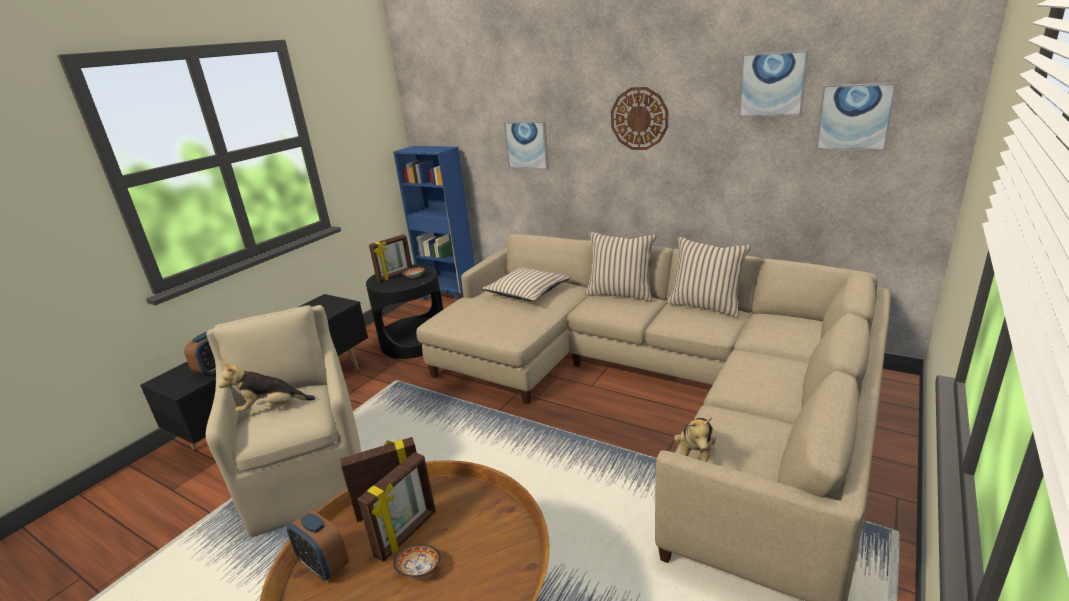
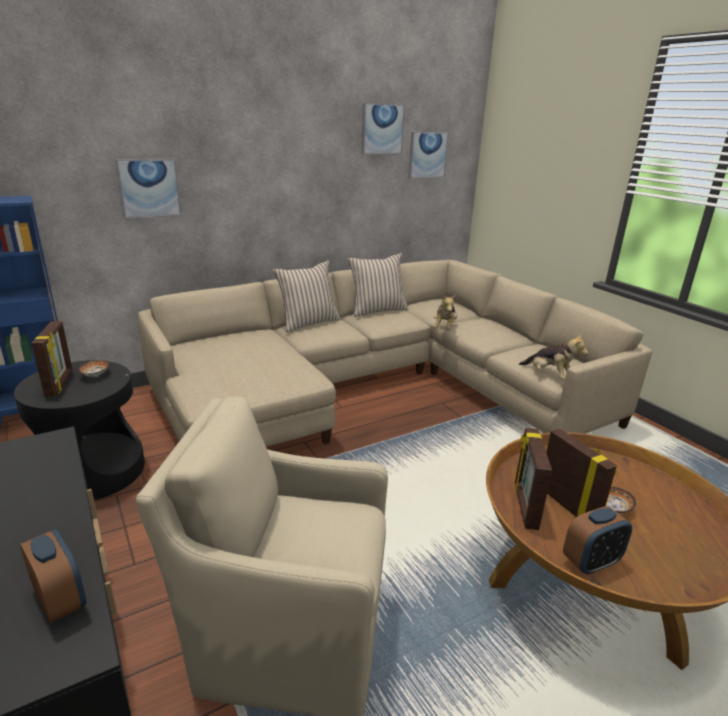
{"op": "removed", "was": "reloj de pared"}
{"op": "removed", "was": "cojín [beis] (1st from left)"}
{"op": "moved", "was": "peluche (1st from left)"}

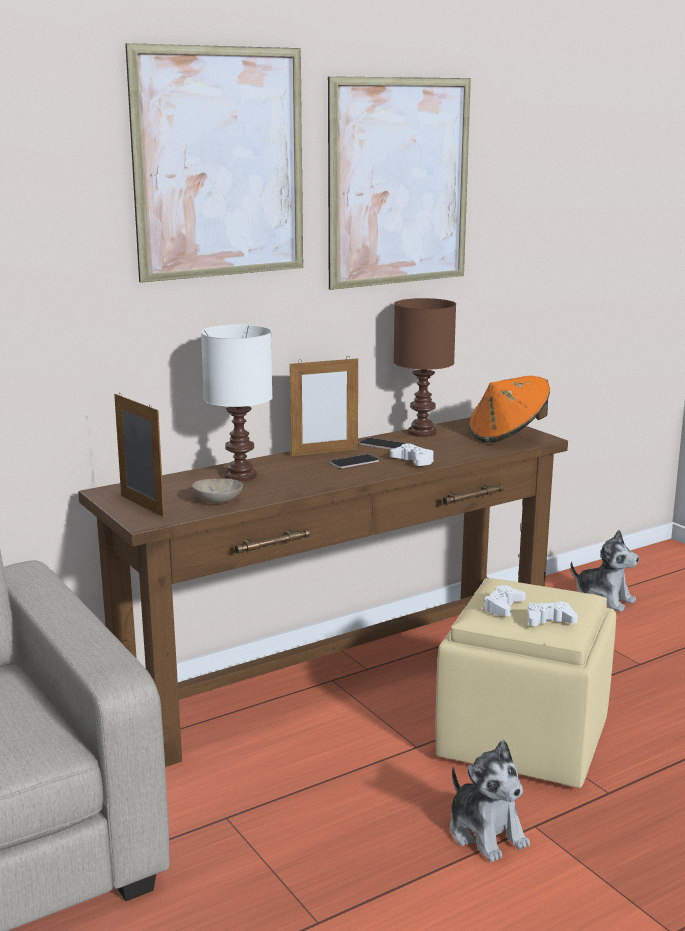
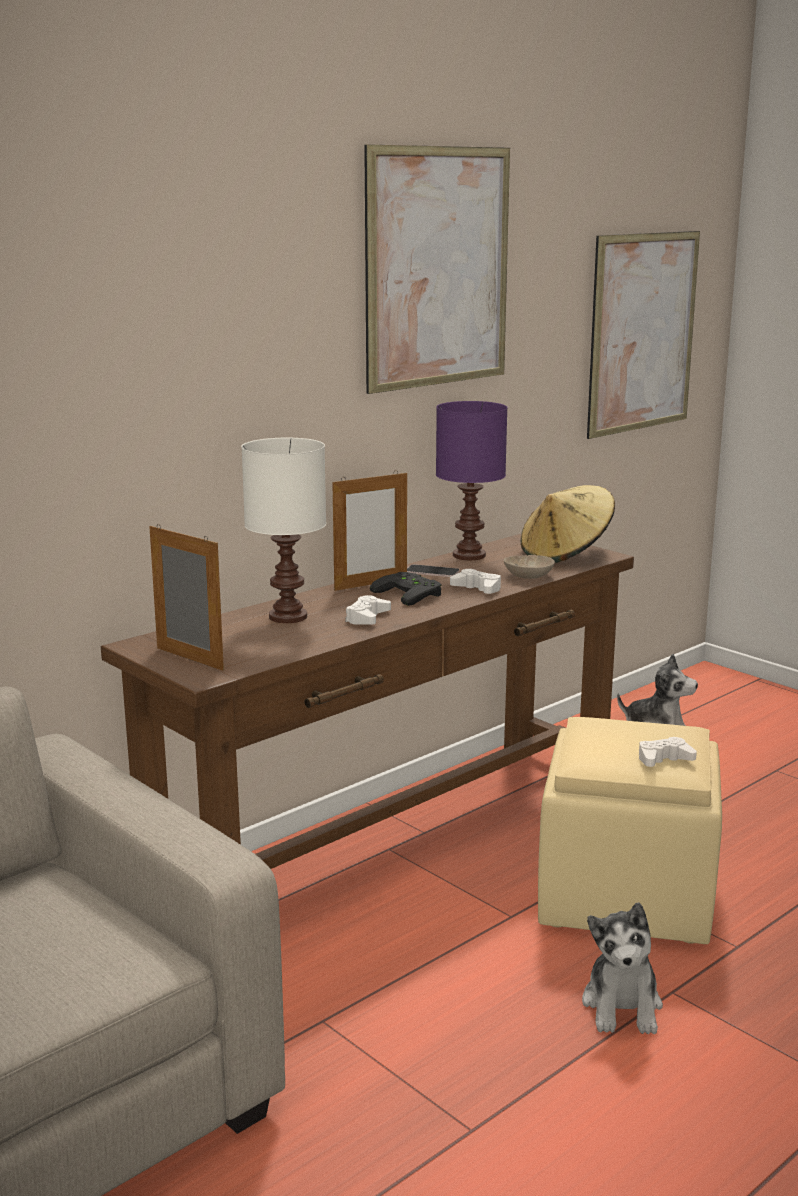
{"op": "moved", "was": "cuadro (1st from left in the first image)", "now": "cuadro (2nd from left)"}
{"op": "recoloured", "was": "lámpara de mesa [marrón]", "now": "lámpara de mesa [morado]"}
{"op": "recoloured", "was": "sombrero [naranja]", "now": "sombrero [beis]"}
{"op": "replaced", "was": "móvil (1st from left)", "now": "mando de consola [negro]"}
{"op": "moved", "was": "cuenco [beis]"}
{"op": "moved", "was": "mando de consola [blanco] (2nd from left in the first image)", "now": "mando de consola [blanco] (1st from left)"}
{"op": "turned", "was": "peluche (1st from left)", "clockwise": 45}

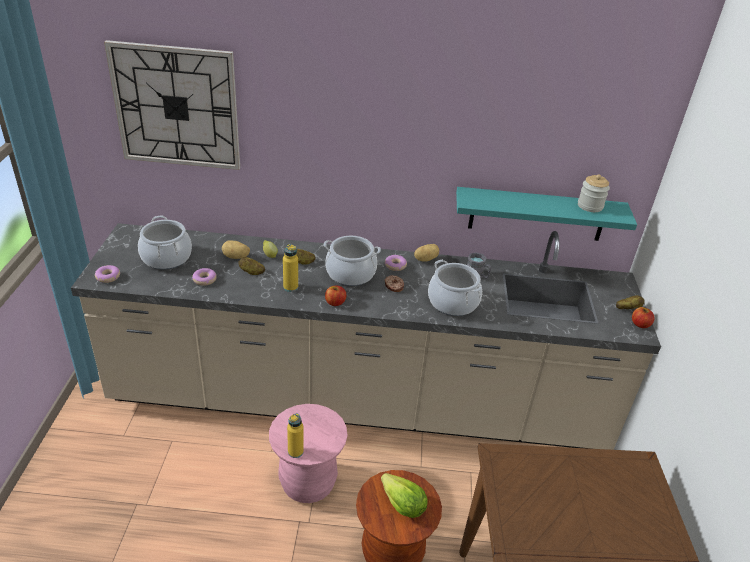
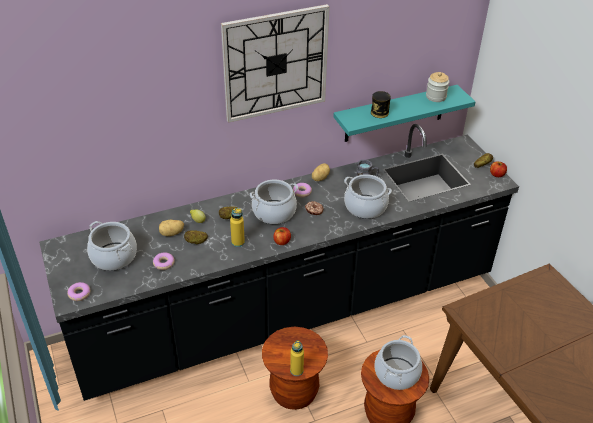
{"op": "moved", "was": "reloj de pared"}
{"op": "recoloured", "was": "mueble bajo de cocina [beis]", "now": "mueble bajo de cocina [negro]"}
{"op": "recoloured", "was": "taburete [rosa]", "now": "taburete [marrón] (1st from left)"}
{"op": "replaced", "was": "lechuga", "now": "olla (4th from left)"}
{"op": "added", "now": "lata"}

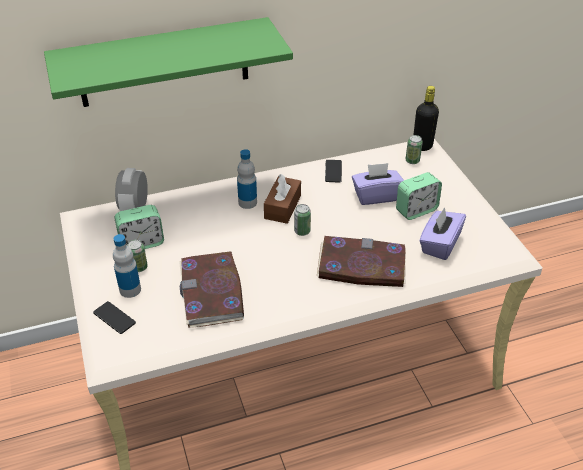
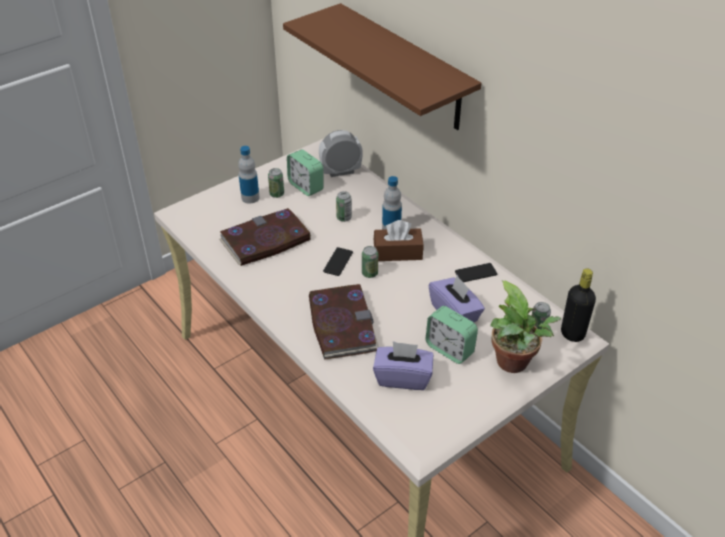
{"op": "recoloured", "was": "estante [verde]", "now": "estante [marrón]"}
{"op": "moved", "was": "móvil (1st from left)"}
{"op": "added", "now": "lata (2nd from left)"}
{"op": "added", "now": "planta en maceta"}

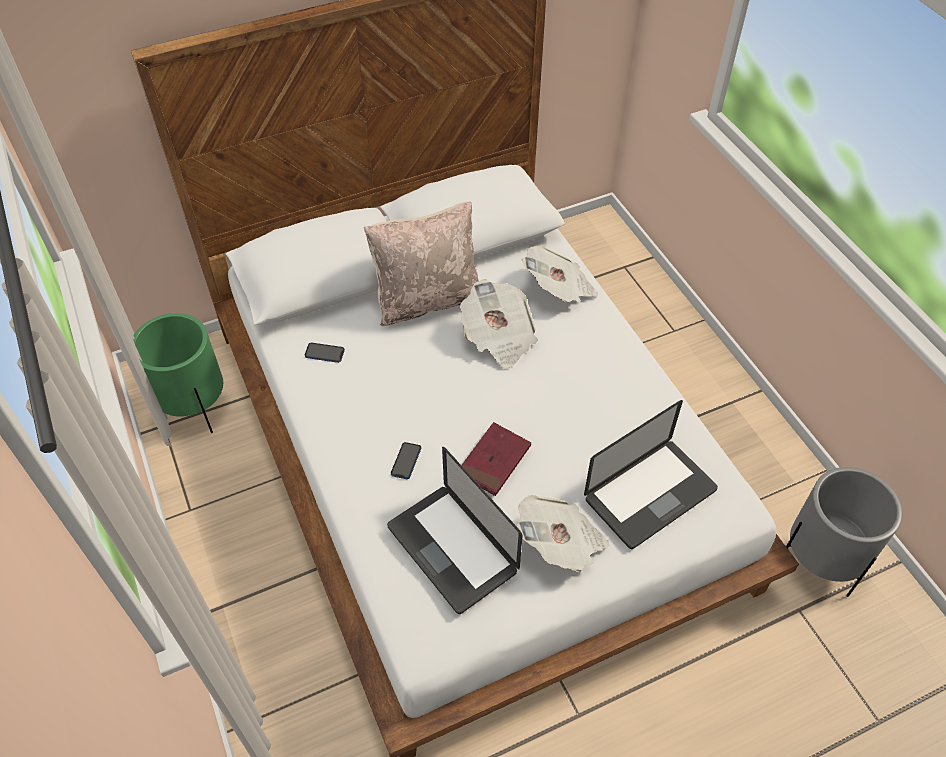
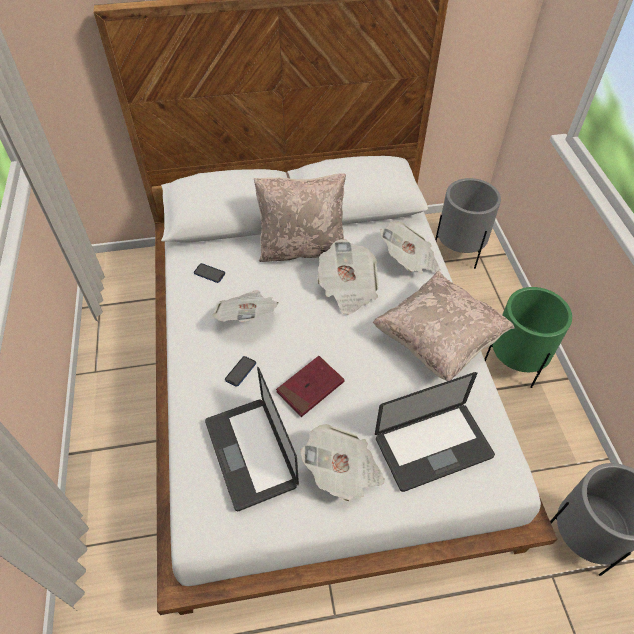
{"op": "moved", "was": "maceta [verde]"}
{"op": "added", "now": "maceta [gris] (1st from left)"}
{"op": "added", "now": "cojín [beis] (2nd from left)"}
{"op": "added", "now": "periódico (1st from left)"}

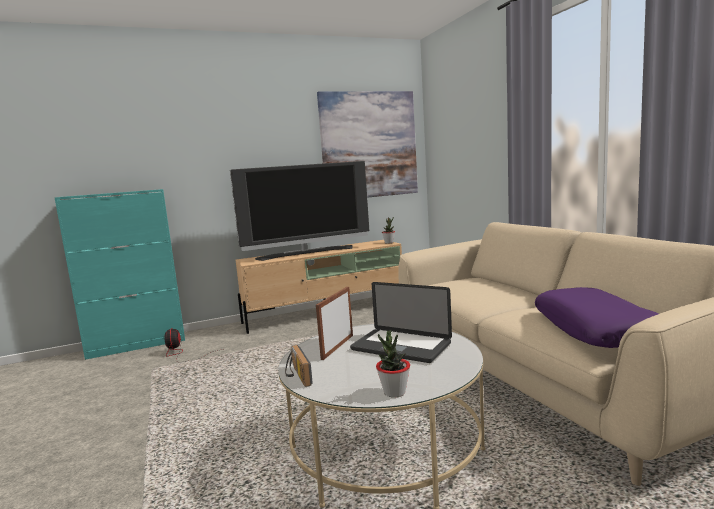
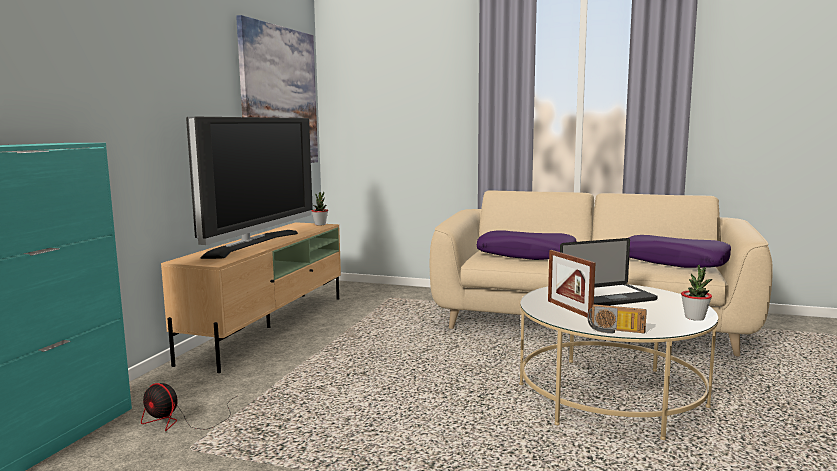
{"op": "added", "now": "cojín [morado] (1st from left)"}

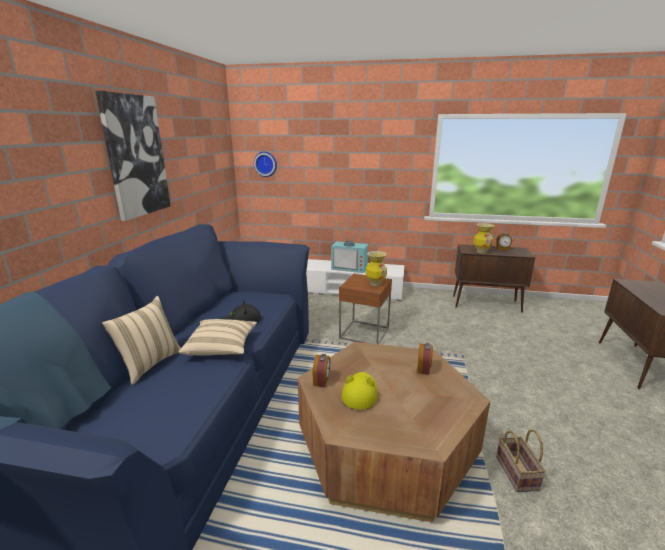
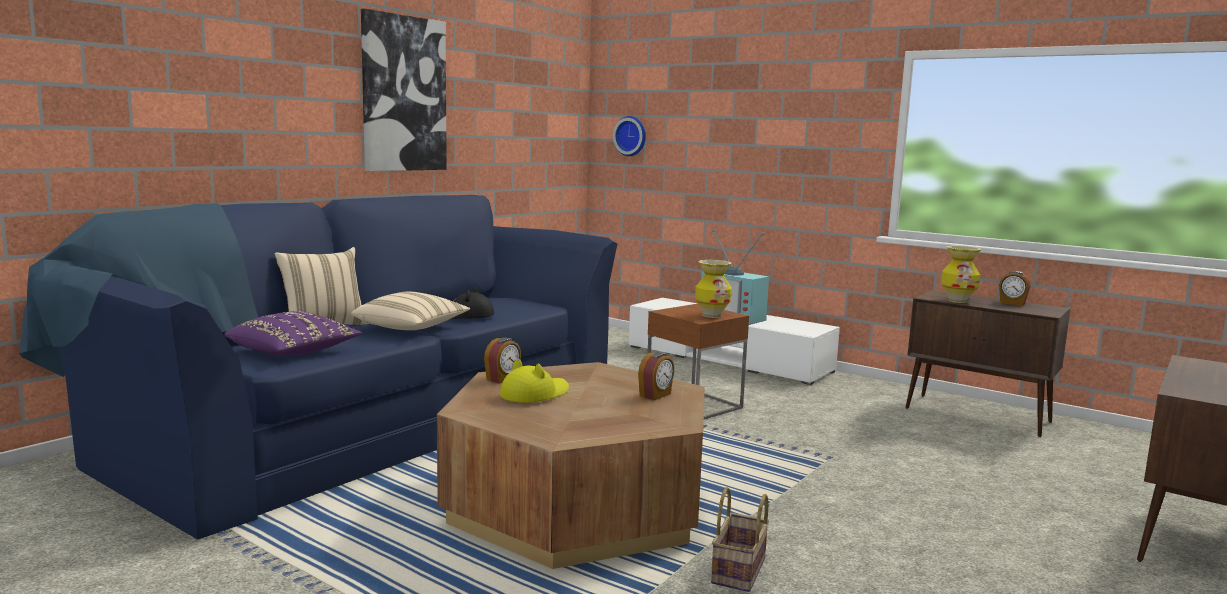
{"op": "added", "now": "cojín [morado]"}

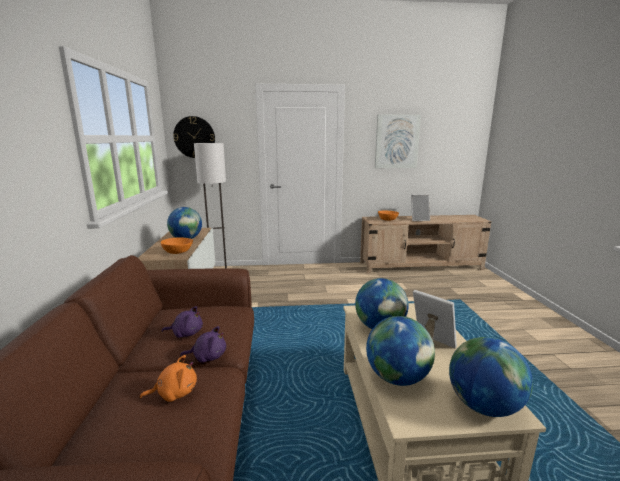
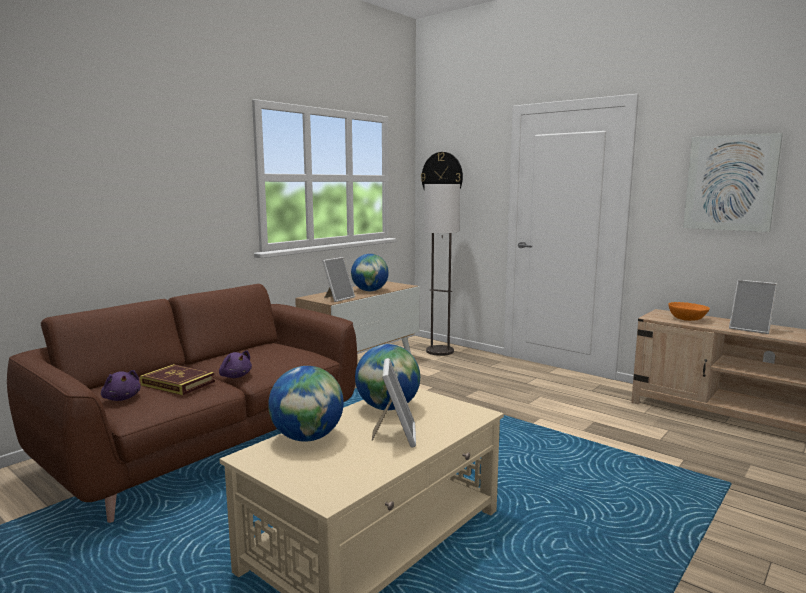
{"op": "replaced", "was": "cuenco [naranja] (1st from left)", "now": "portarretratos (1st from left)"}
{"op": "moved", "was": "peluche [morado] (1st from left)"}
{"op": "removed", "was": "globo terráqueo (4th from left)"}
{"op": "replaced", "was": "peluche [naranja]", "now": "libro"}

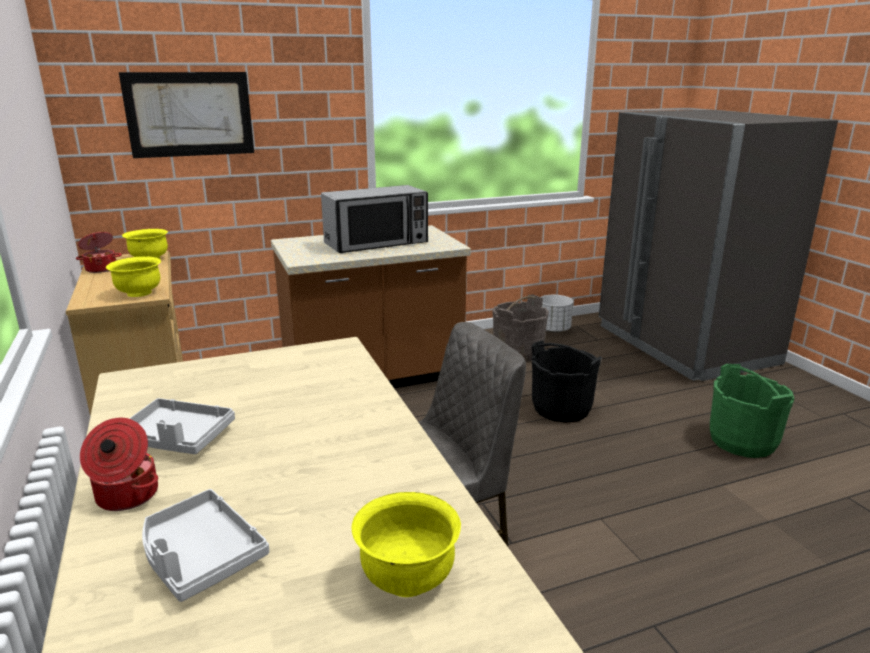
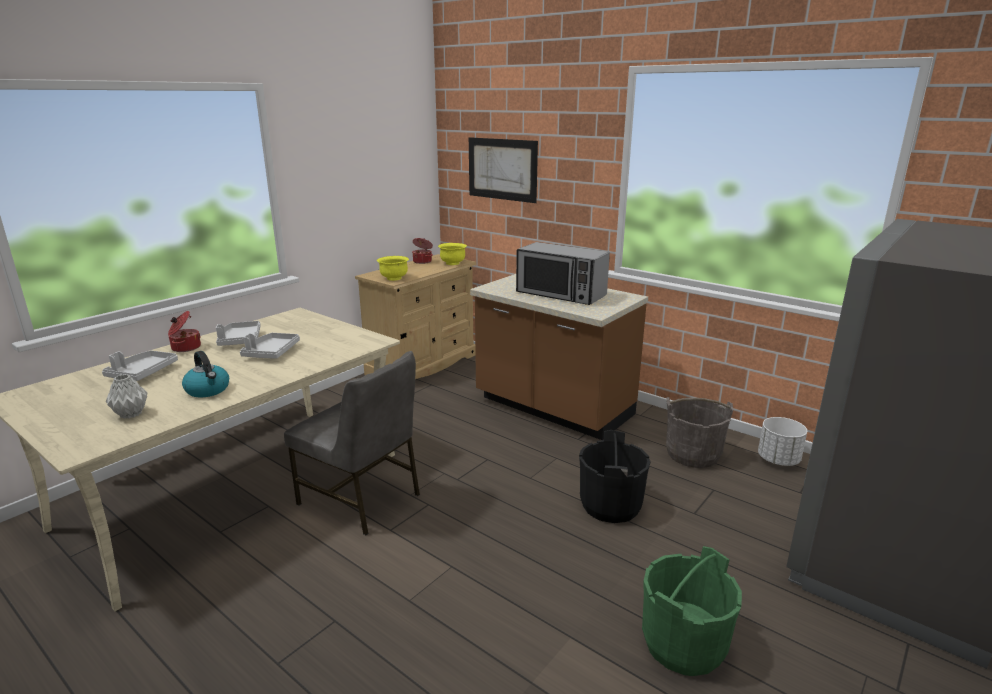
{"op": "replaced", "was": "cuenco [amarillo] (3rd from left)", "now": "florero [gris]"}
{"op": "added", "now": "bandeja [gris] (3rd from left)"}
{"op": "added", "now": "hervidor"}

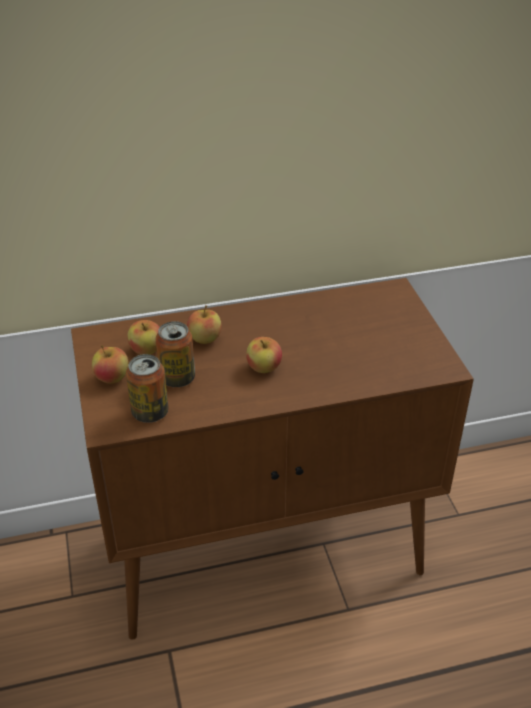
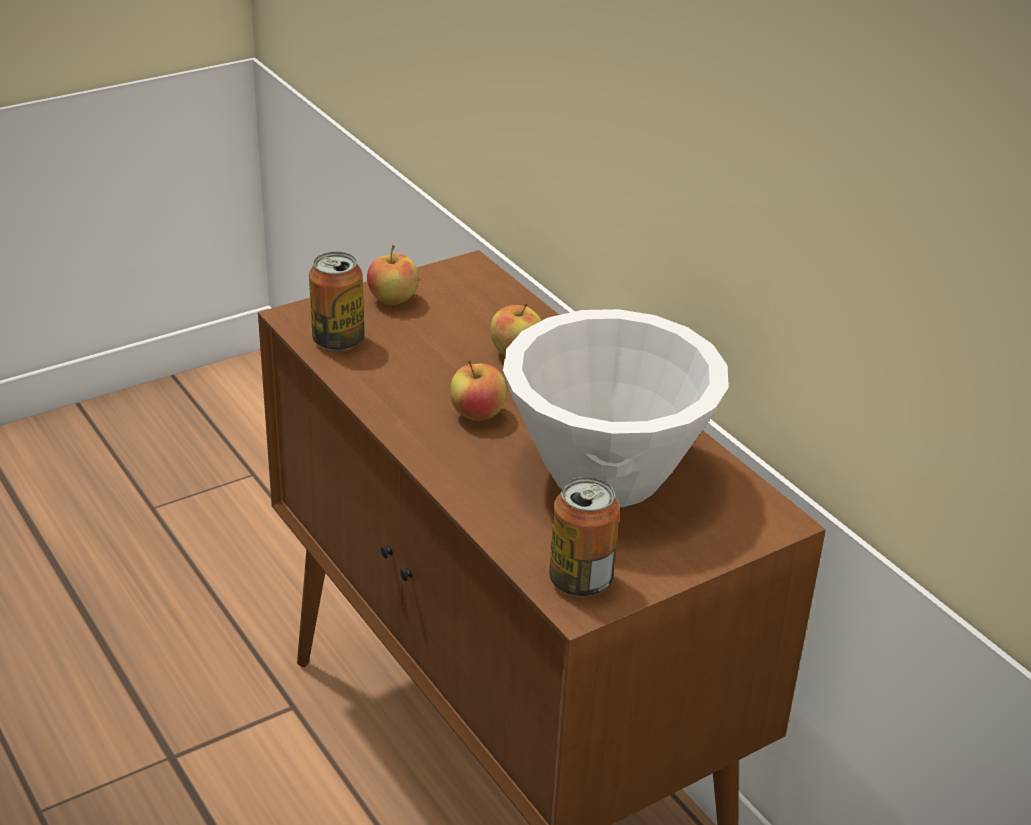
{"op": "removed", "was": "manzana (2nd from left)"}
{"op": "moved", "was": "lata (2nd from left)"}
{"op": "added", "now": "cuenco [blanco]"}

